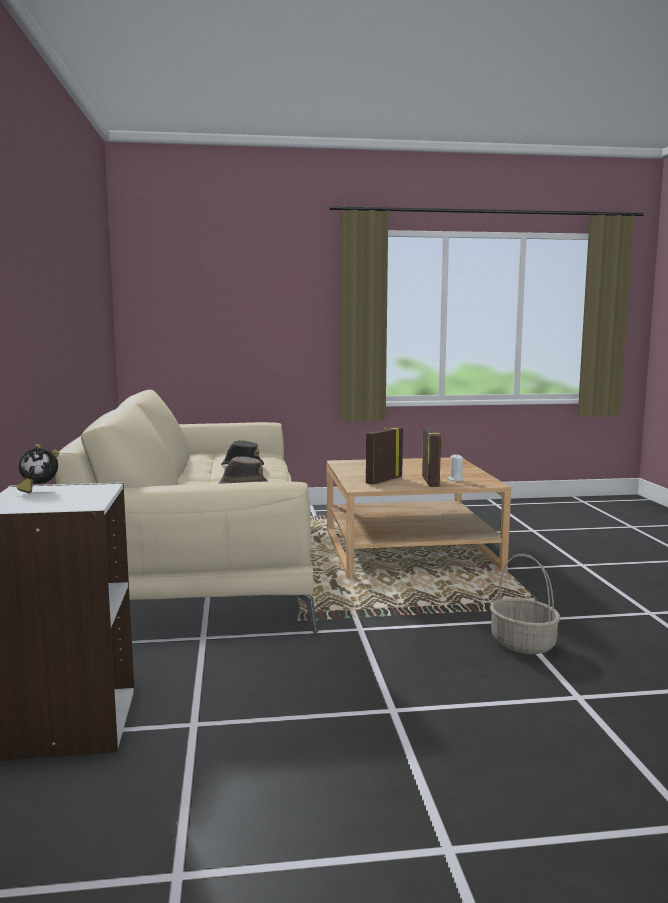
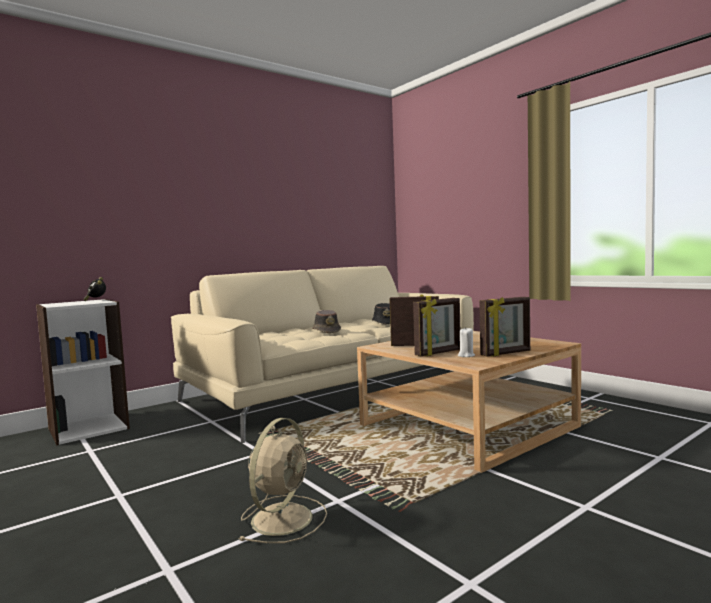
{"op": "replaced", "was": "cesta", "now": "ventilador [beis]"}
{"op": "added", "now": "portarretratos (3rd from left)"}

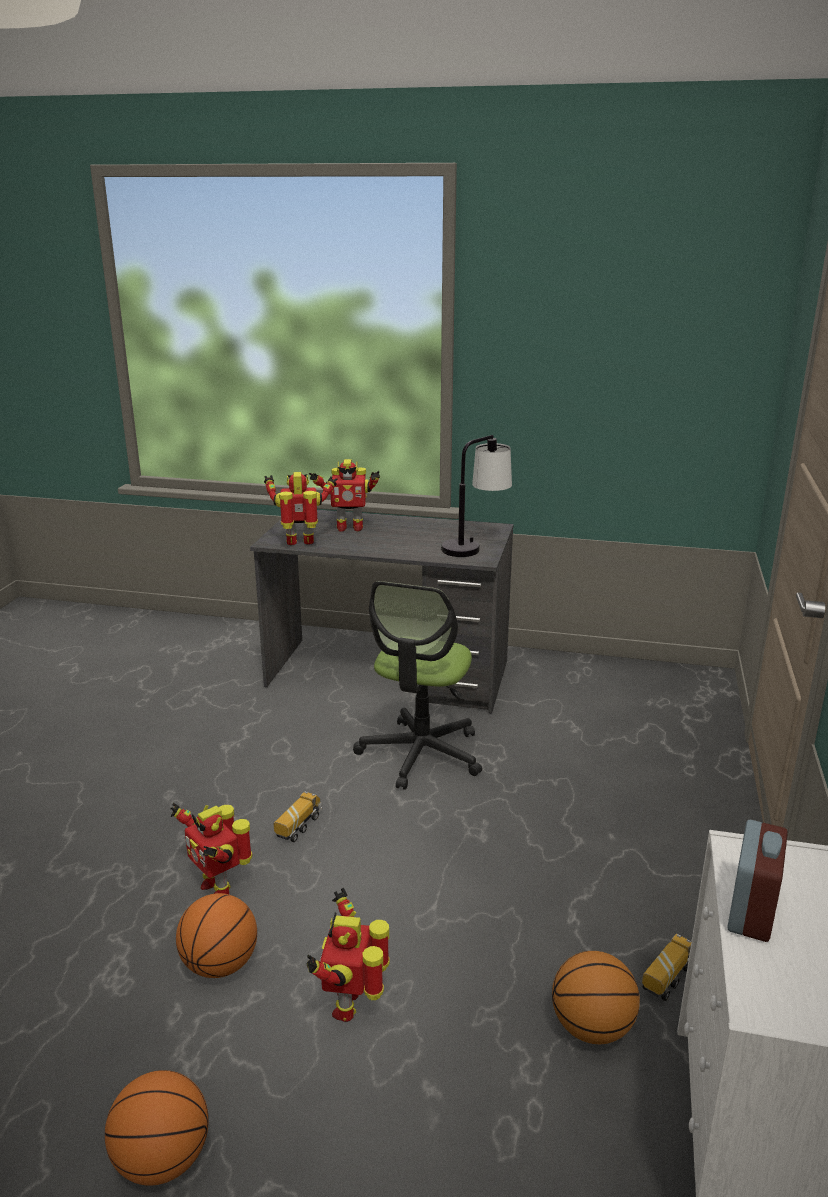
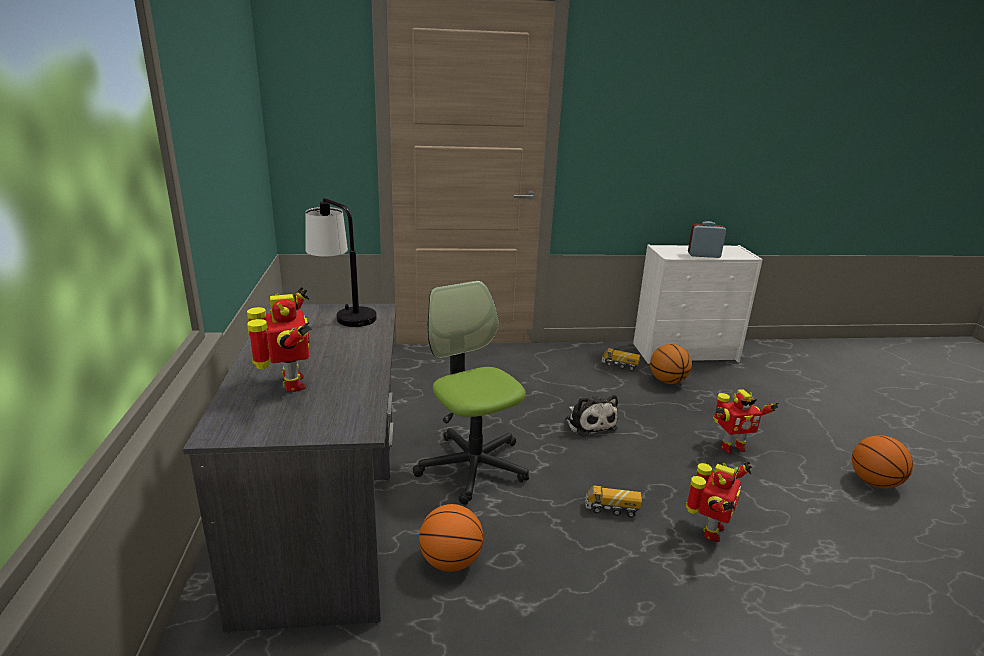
{"op": "removed", "was": "robot de juguete (2nd from left)"}
{"op": "turned", "was": "silla de oficina", "clockwise": -120}
{"op": "moved", "was": "balón de baloncesto (2nd from left in the first image)", "now": "balón de baloncesto (1st from left)"}
{"op": "added", "now": "peluche"}

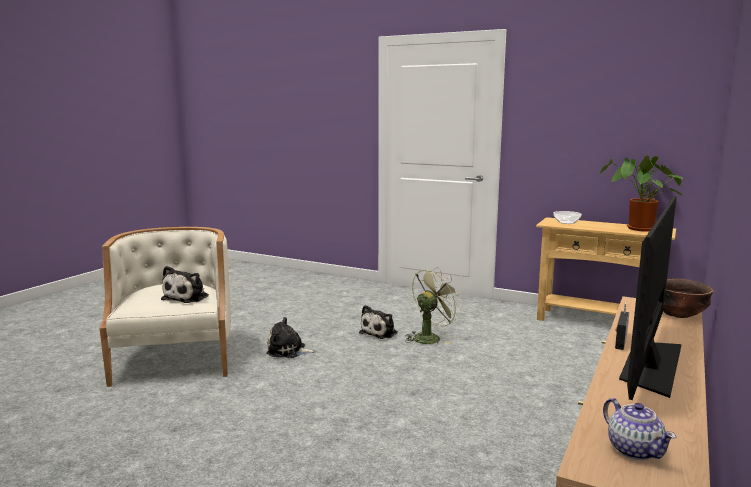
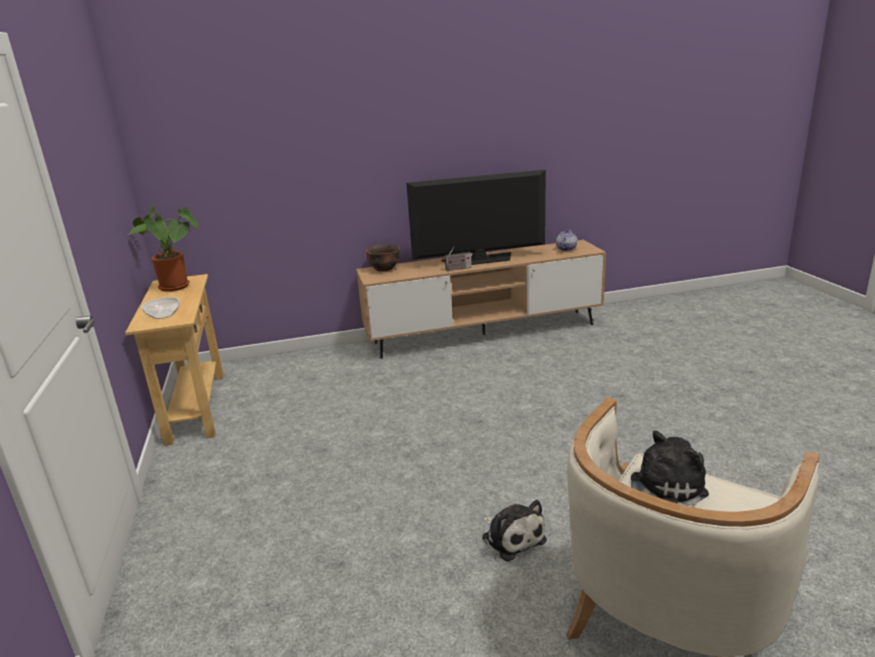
{"op": "removed", "was": "ventilador [verde]"}
{"op": "removed", "was": "peluche (3rd from left)"}

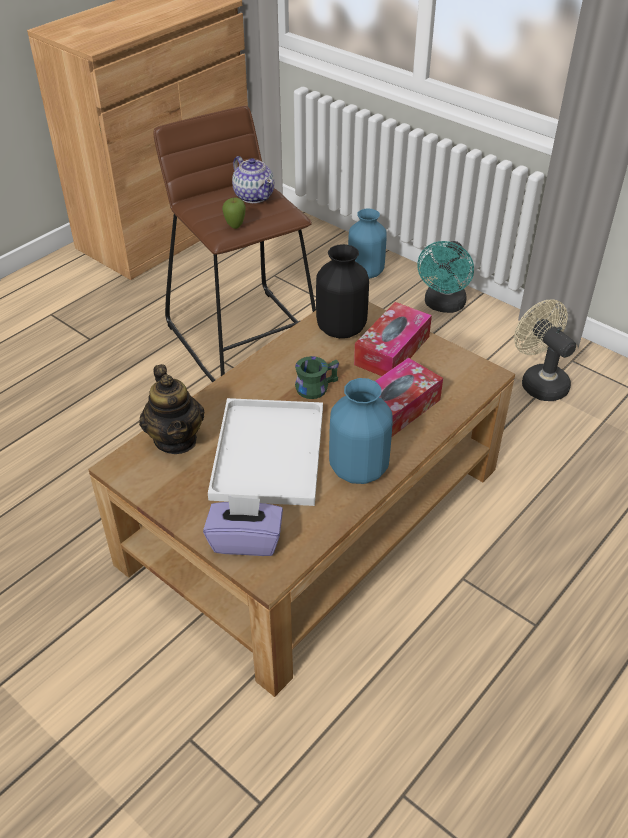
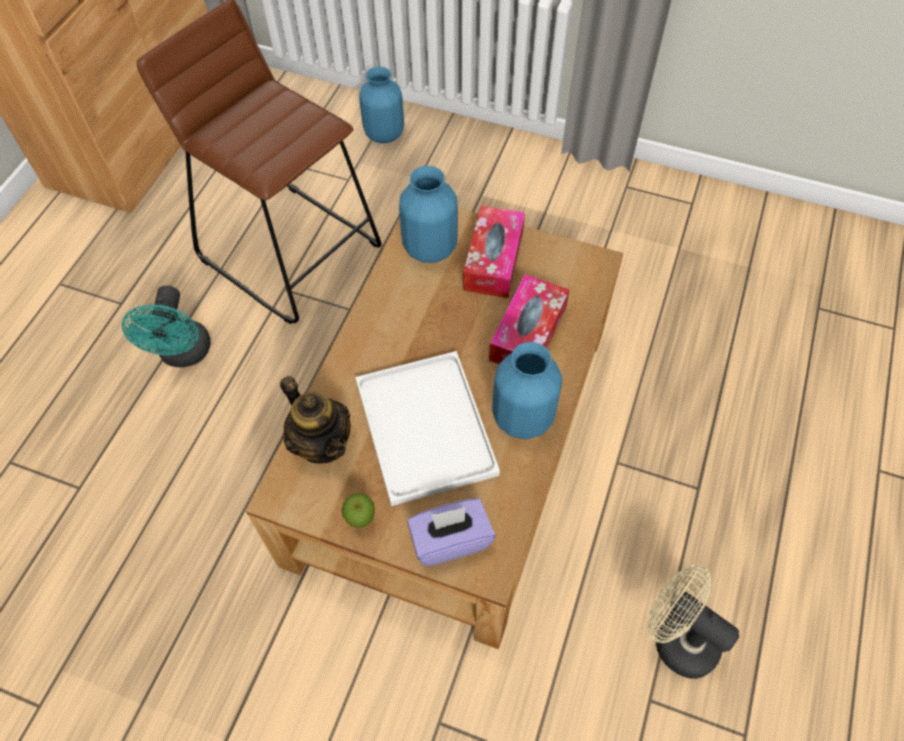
{"op": "removed", "was": "tetera (2nd from left)"}
{"op": "moved", "was": "manzana"}
{"op": "moved", "was": "ventilador [turquesa]"}
{"op": "recoloured", "was": "florero [negro]", "now": "florero [azul] (2nd from left)"}
{"op": "moved", "was": "ventilador [beis]"}
{"op": "removed", "was": "taza grande [verde]"}

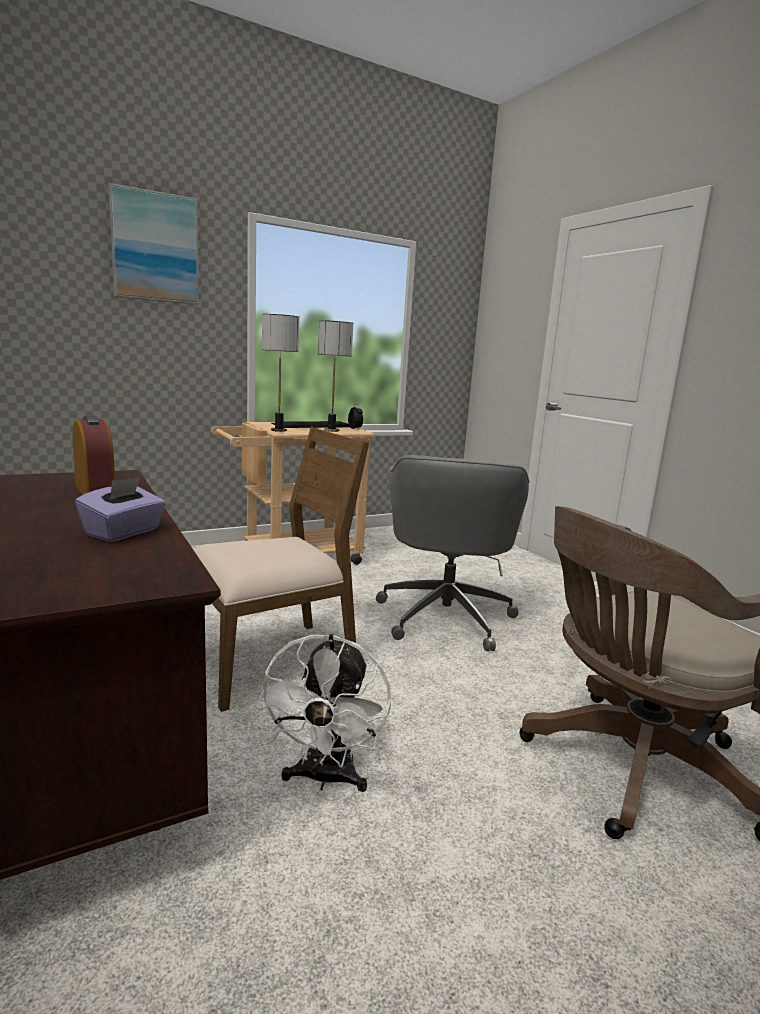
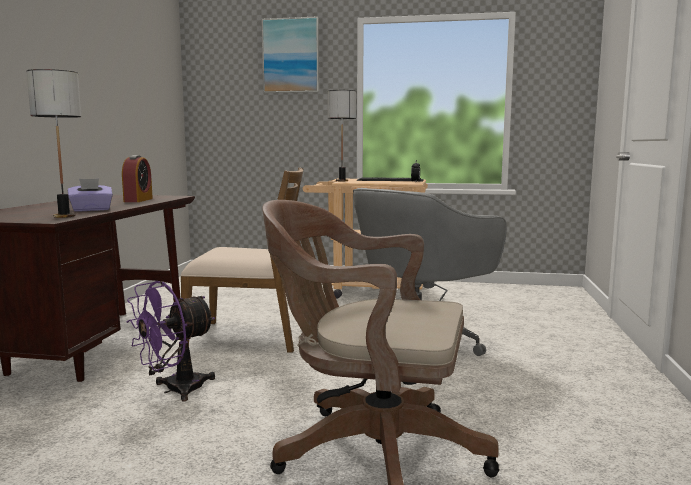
{"op": "moved", "was": "lámpara de mesa (2nd from left in the first image)", "now": "lámpara de mesa (1st from left)"}
{"op": "recoloured", "was": "ventilador [blanco]", "now": "ventilador [morado]"}

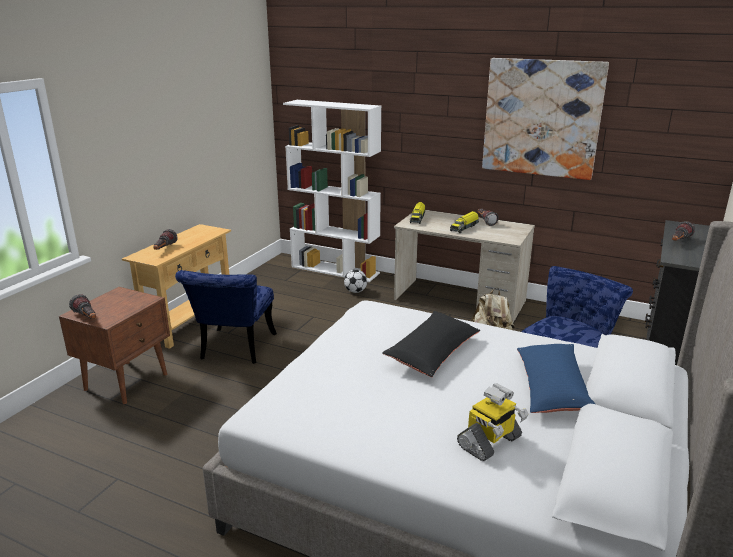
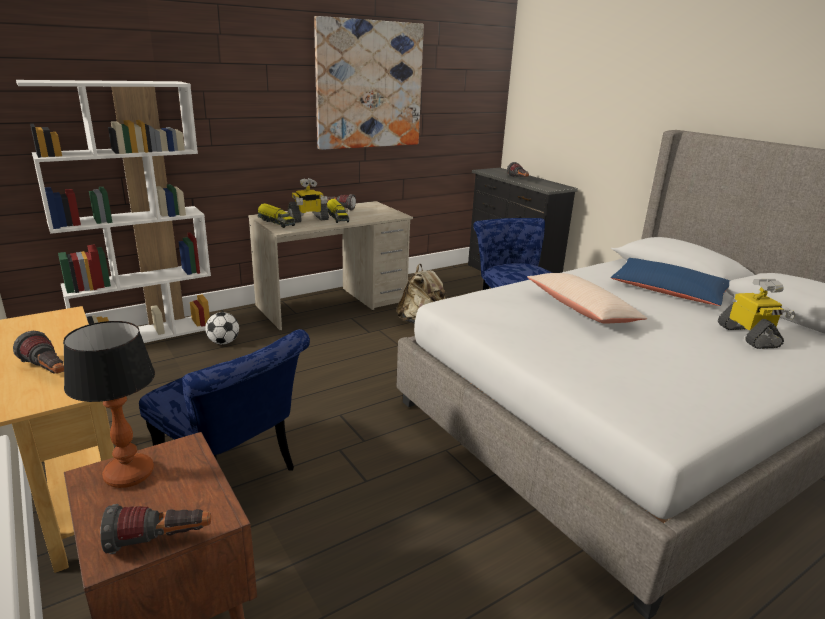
{"op": "recoloured", "was": "cojín [negro]", "now": "cojín [beis]"}
{"op": "added", "now": "robot de juguete (1st from left)"}
{"op": "added", "now": "lámpara de mesa"}

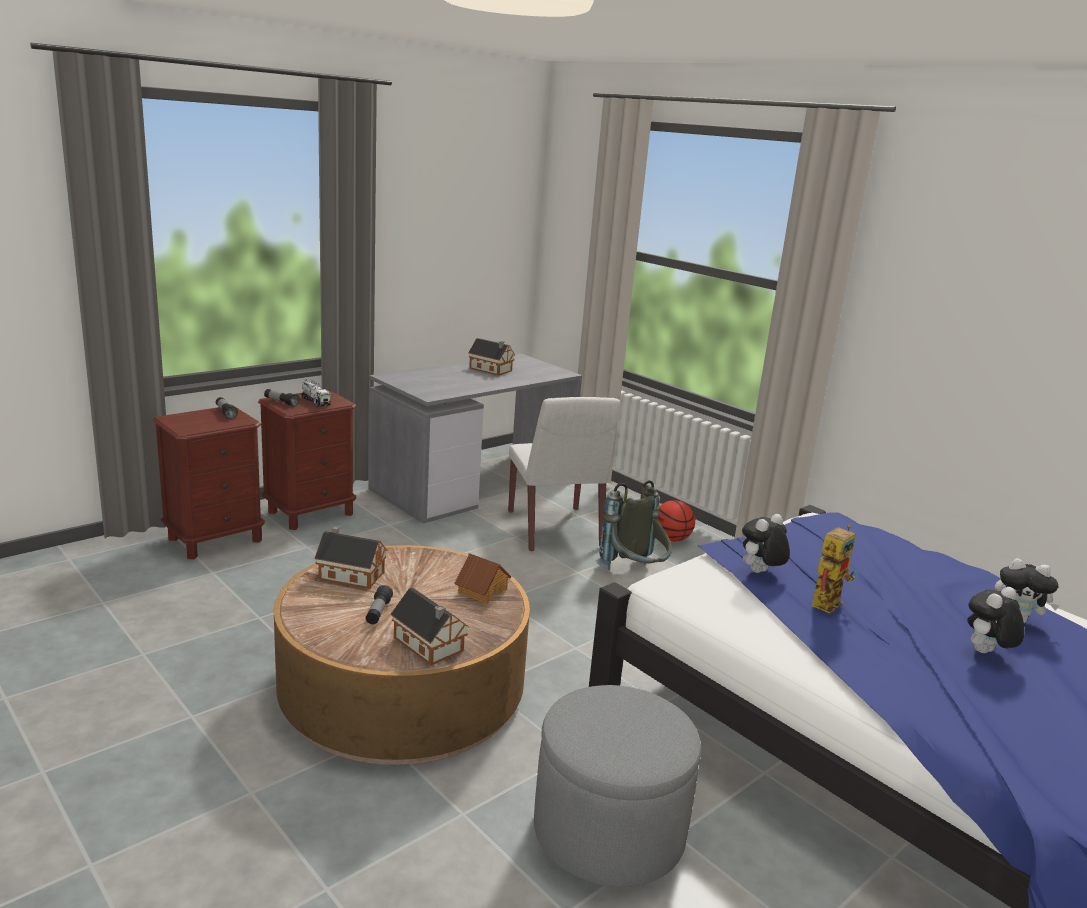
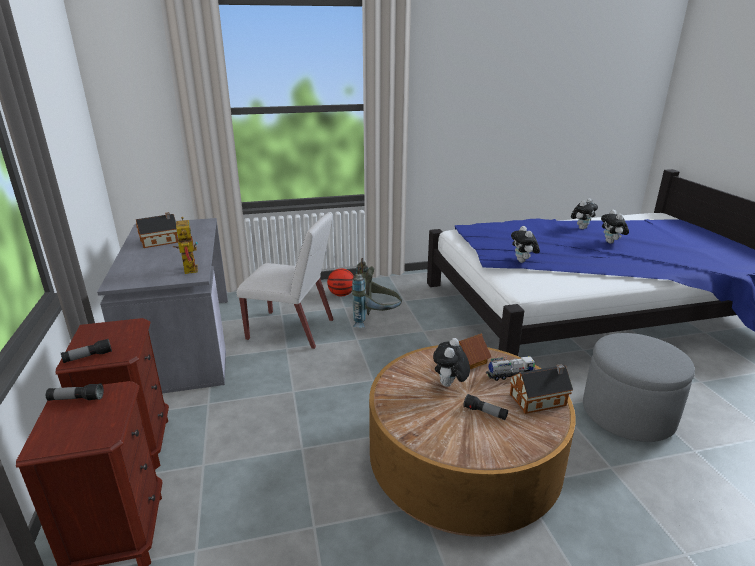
{"op": "moved", "was": "camión de juguete"}
{"op": "moved", "was": "robot de juguete"}
{"op": "removed", "was": "casita (1st from left)"}
{"op": "added", "now": "peluche (1st from left)"}

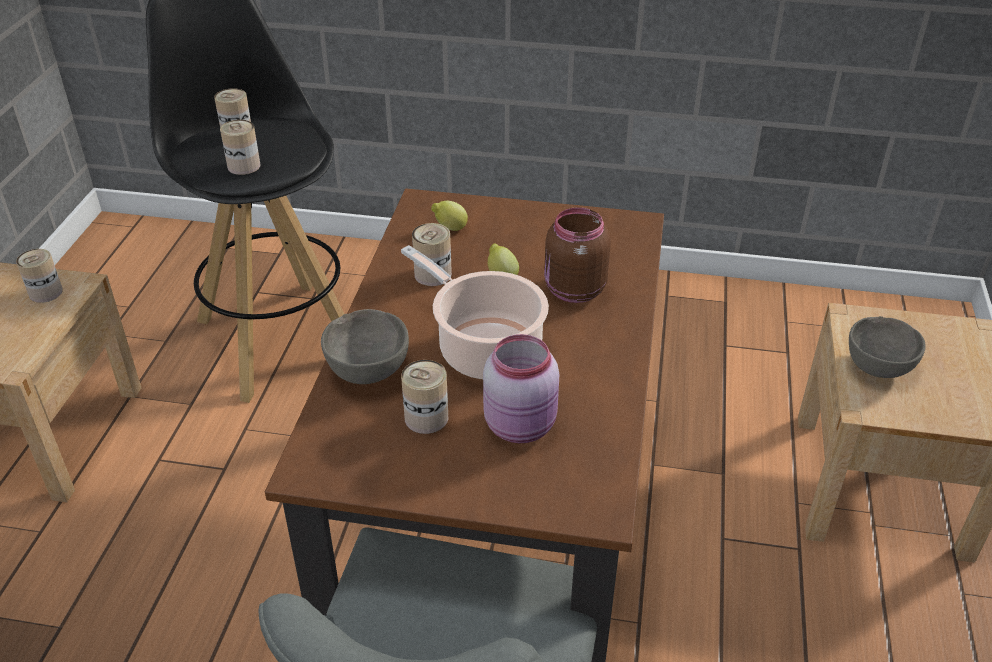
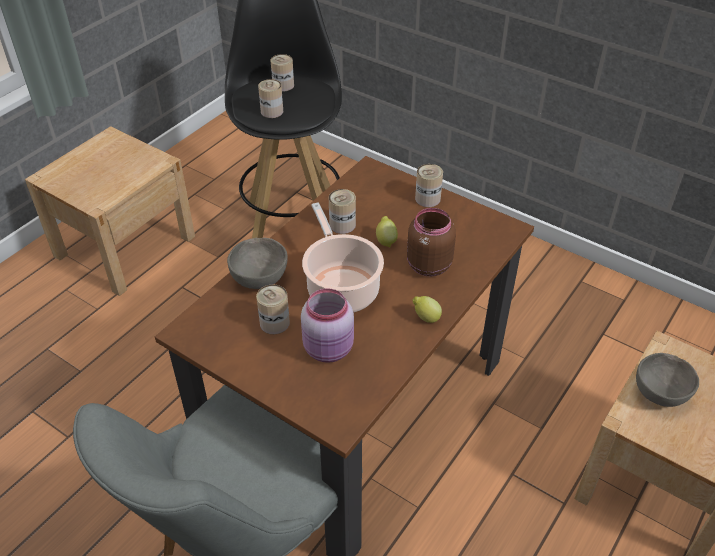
{"op": "moved", "was": "limón (1st from left in the first image)", "now": "limón (2nd from left)"}
{"op": "moved", "was": "lata (1st from left in the first image)", "now": "lata (5th from left)"}

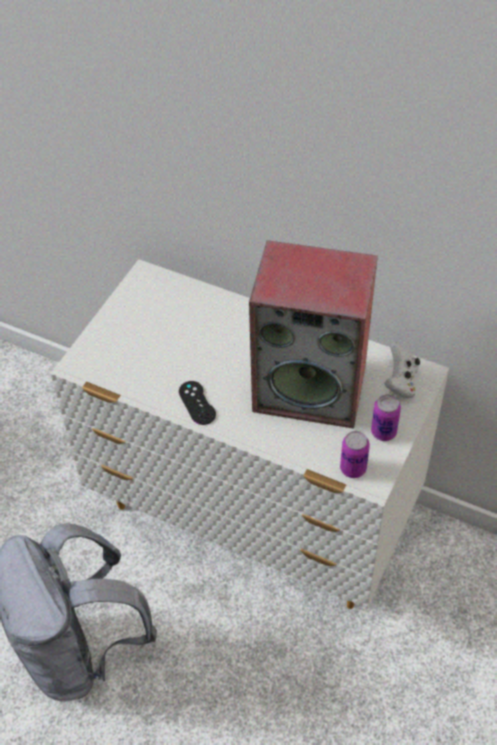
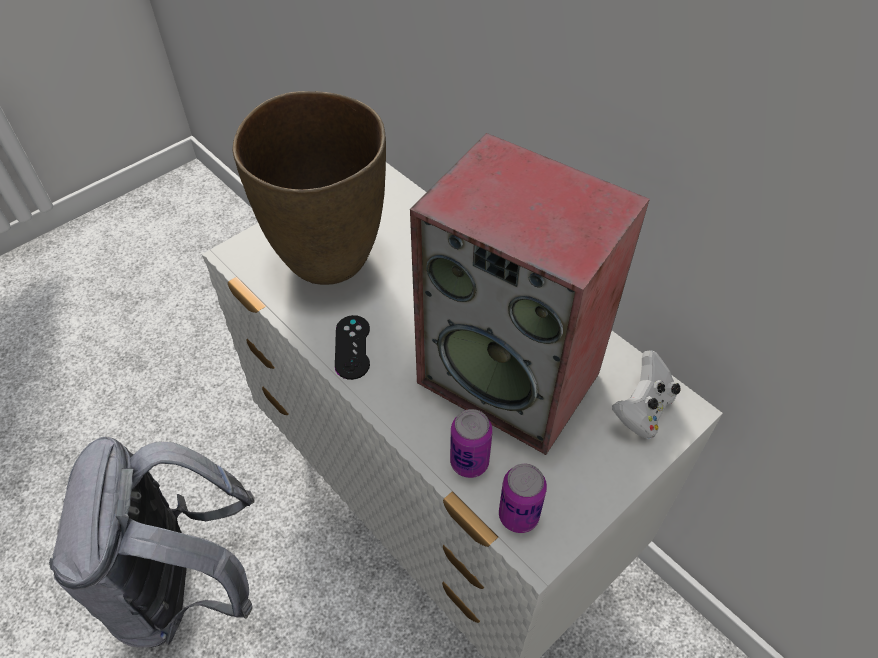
{"op": "moved", "was": "lata (2nd from left in the first image)", "now": "lata (1st from left)"}
{"op": "added", "now": "florero [marrón]"}

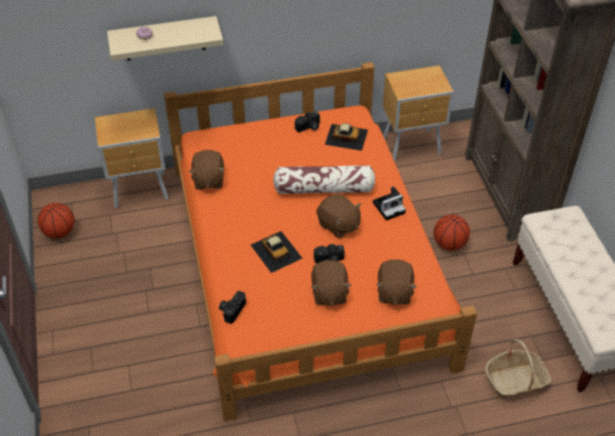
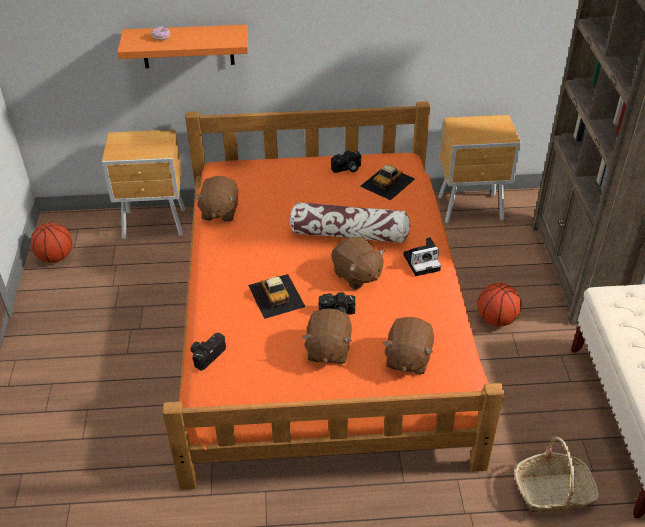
{"op": "recoloured", "was": "estante [beis]", "now": "estante [naranja]"}
{"op": "turned", "was": "coche de juguete (2nd from left)", "clockwise": 105}

